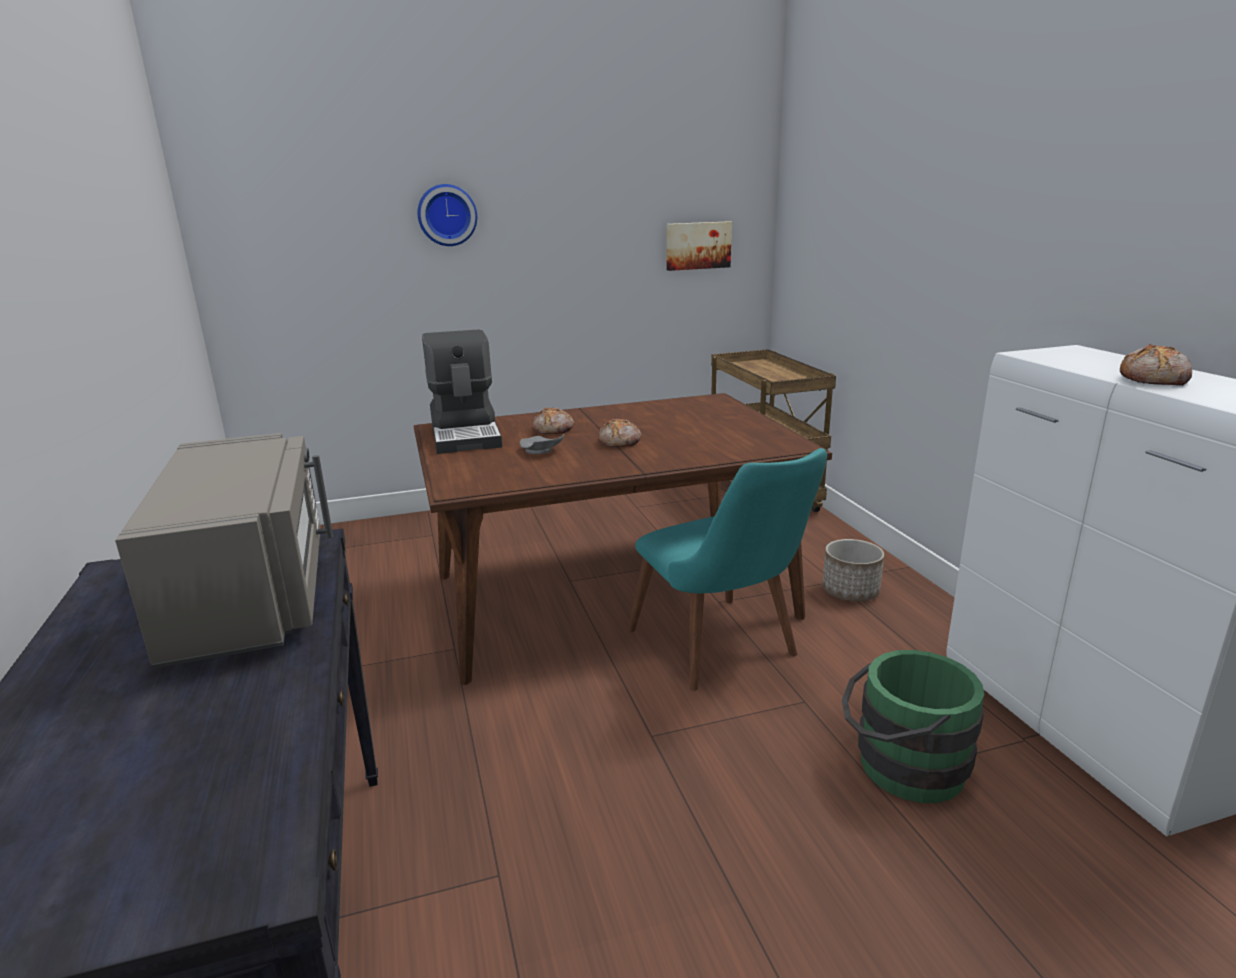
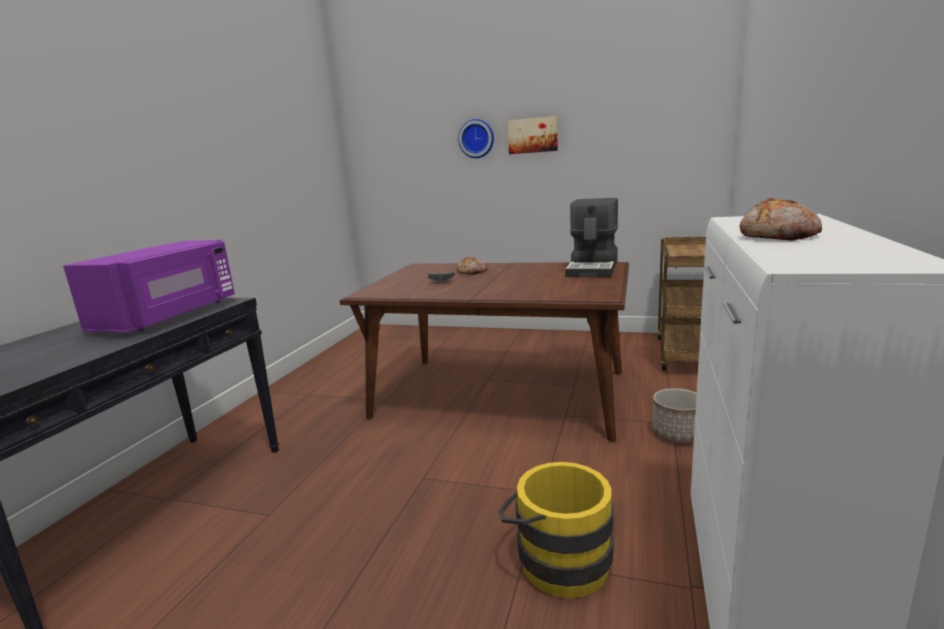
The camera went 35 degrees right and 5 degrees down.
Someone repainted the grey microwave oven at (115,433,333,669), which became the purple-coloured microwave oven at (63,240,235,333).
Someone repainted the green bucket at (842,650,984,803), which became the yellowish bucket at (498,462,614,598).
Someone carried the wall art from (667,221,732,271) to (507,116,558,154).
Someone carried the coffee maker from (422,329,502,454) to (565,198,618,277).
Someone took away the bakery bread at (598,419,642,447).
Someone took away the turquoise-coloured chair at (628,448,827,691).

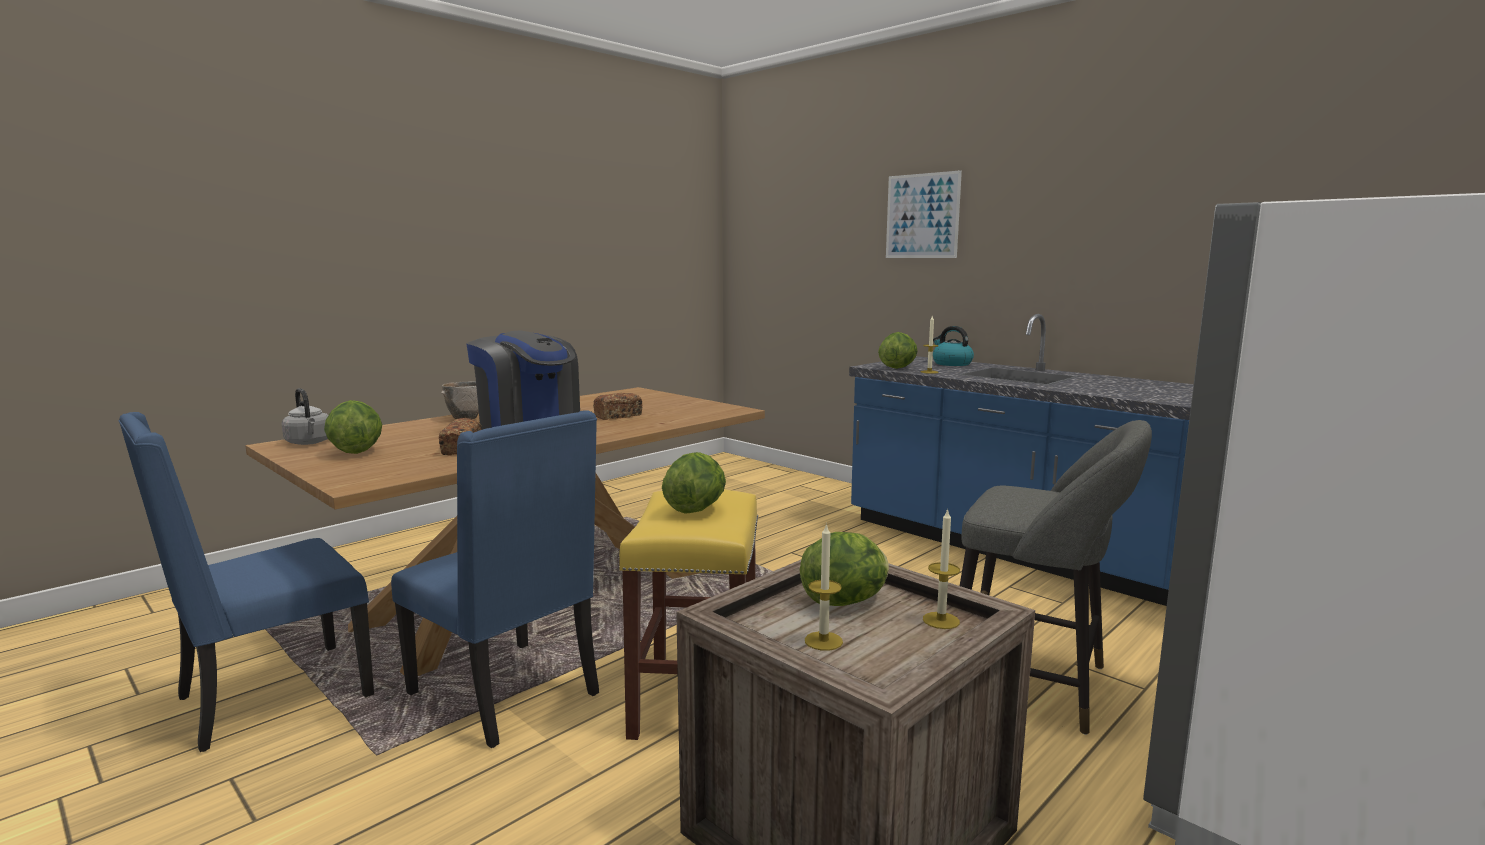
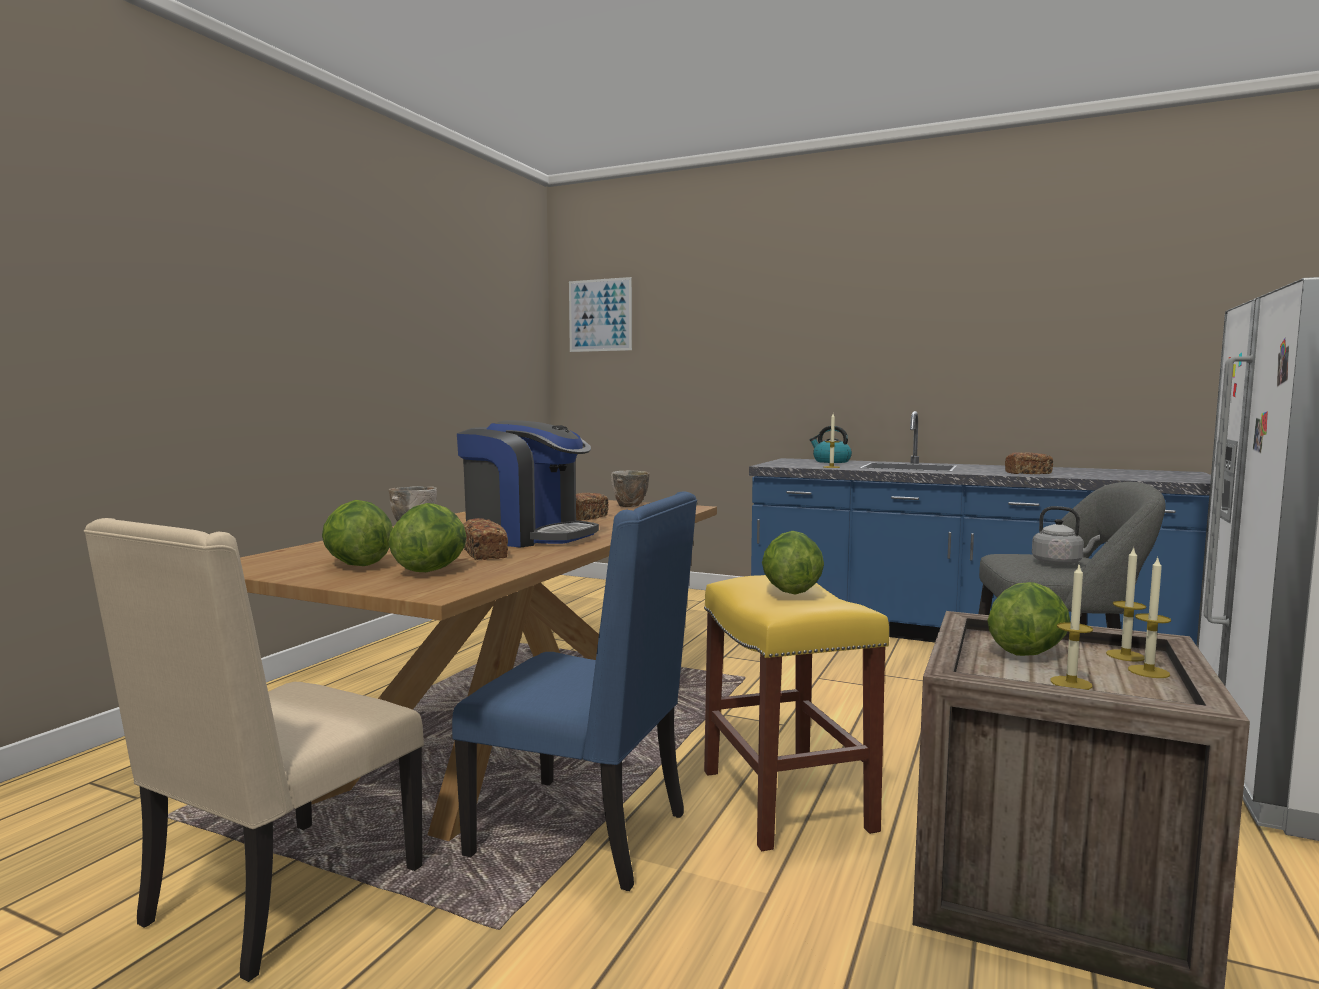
The camera went 20 degrees left and 5 degrees down.
Someone repainted the blue chair at (119,412,374,752), which became the beige-coloured chair at (84,518,424,982).
Someone carried the head of lettuce from (878,332,917,369) to (388,503,467,572).
Someone carried the wall art from (886,170,962,258) to (569,277,632,352).
Someone put down the bowl at (611,470,650,507).
Someone put down the bakery bread at (1005,452,1053,474).
Someone carried the grey tea kettle from (282,388,328,445) to (1032,506,1100,565).
Someone put down the wax candle at (1128,557,1171,678).

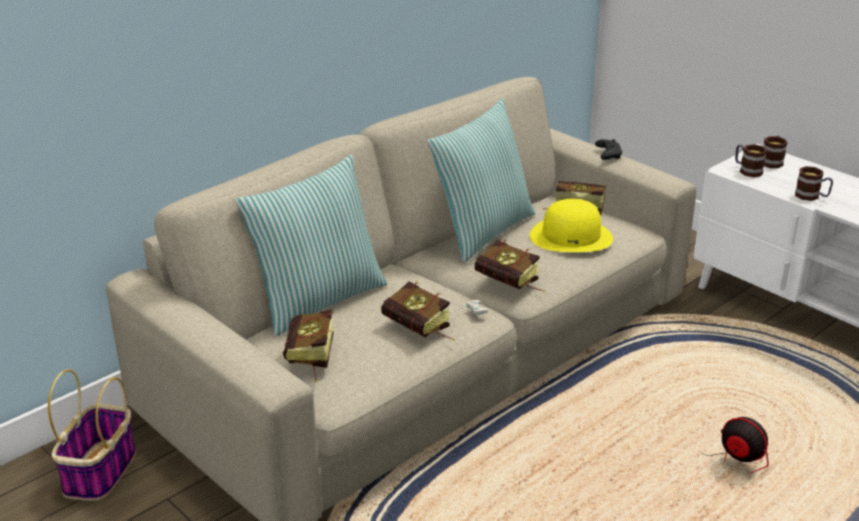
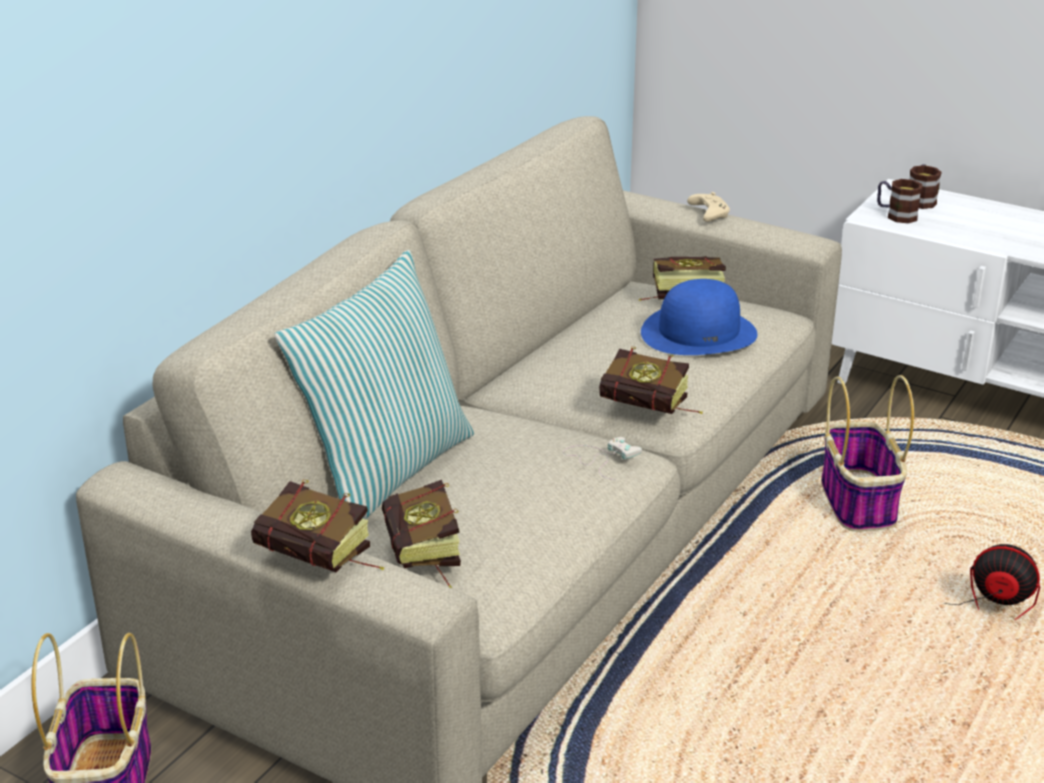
The camera went 15 degrees left and 0 degrees up.
Someone carried the bound book from (381,281,455,341) to (251,479,385,572).
Someone repainted the yellowish wearable hat at (530,199,613,252), which became the blue wearable hat at (641,279,757,355).
Someone repainted the black-coloured gamepad at (595,139,622,160), which became the beige-coloured gamepad at (687,192,730,222).
Someone put down the household basket at (821,375,914,532).
Someone took away the throw pillow at (427,98,535,263).
Someone took away the coffee mug at (795,166,833,201).

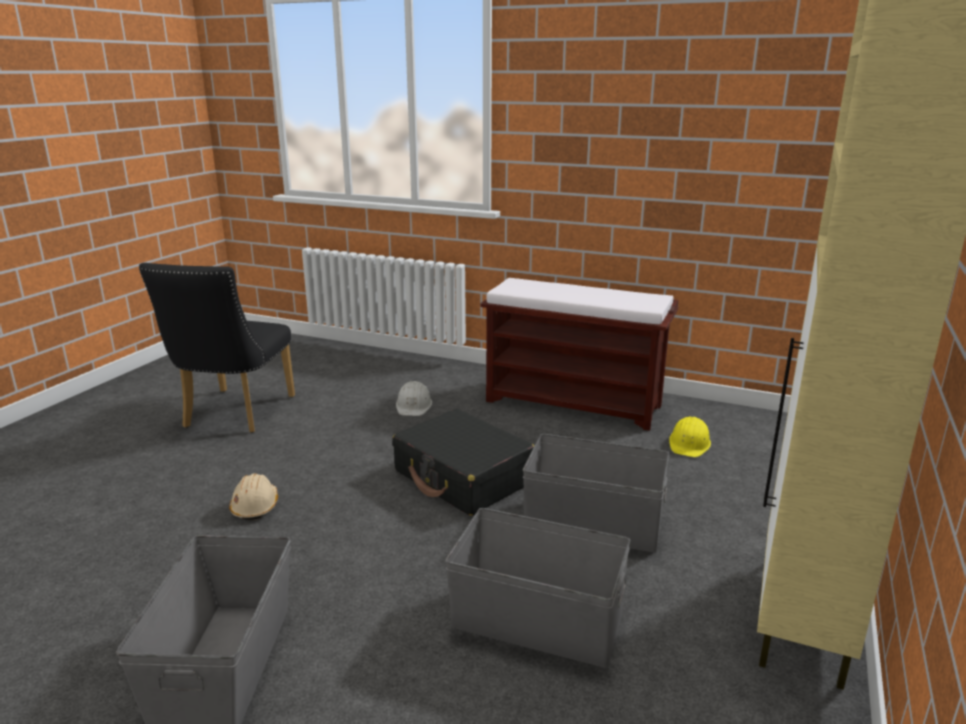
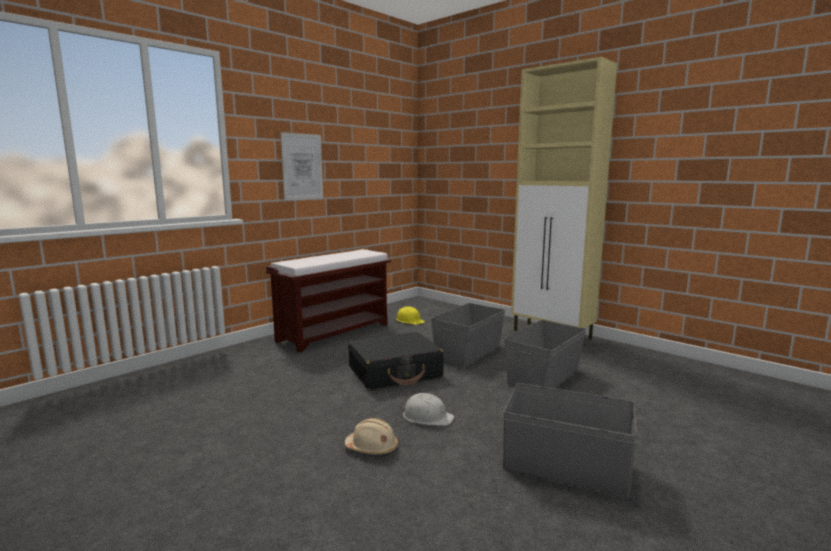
The camera went 70 degrees left and 10 degrees down.
Someone put up the wall art at (280,132,323,200).
Someone carried the white hard hat from (396,381,432,416) to (400,393,454,426).
Someone took away the black-coloured chair at (139,263,295,433).

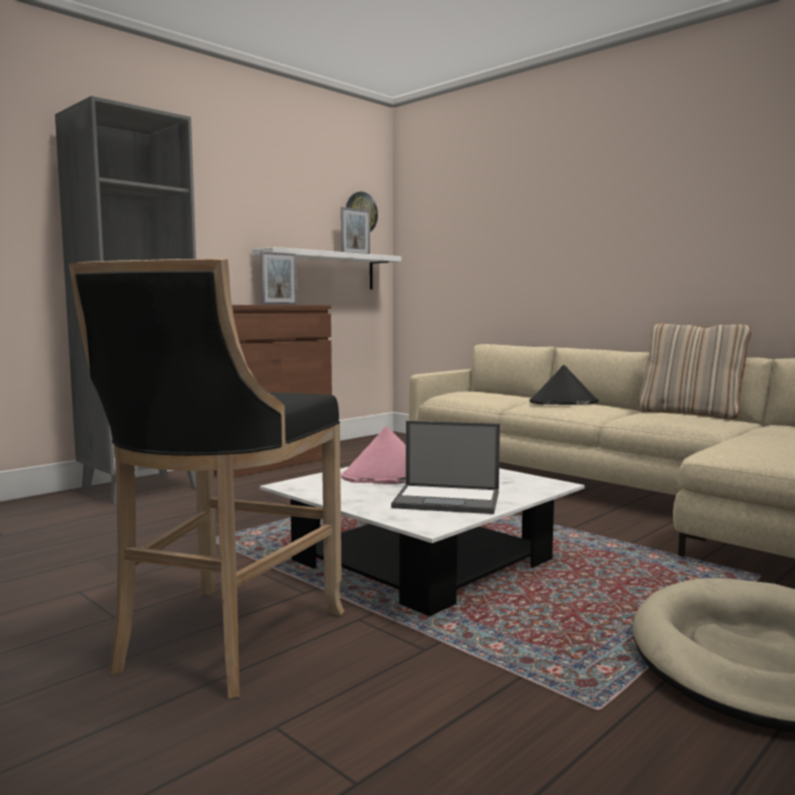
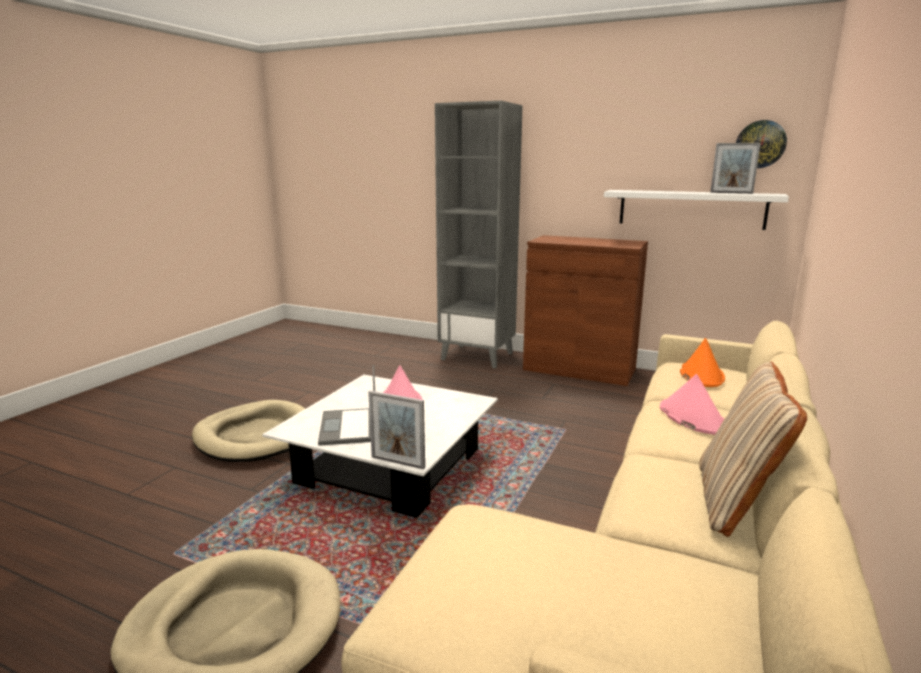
The camera went 70 degrees right and 10 degrees up.
Someone swapped the black-coloured sitting stool at (69,259,344,699) for the beige-coloured dog bed at (192,400,305,462).
Someone carried the photo frame from (260,251,297,305) to (368,391,425,469).
Someone repainted the black-coloured wearable hat at (529,365,599,405), which became the pinkish wearable hat at (660,374,724,435).
Someone put down the orangey wearable hat at (680,338,725,387).

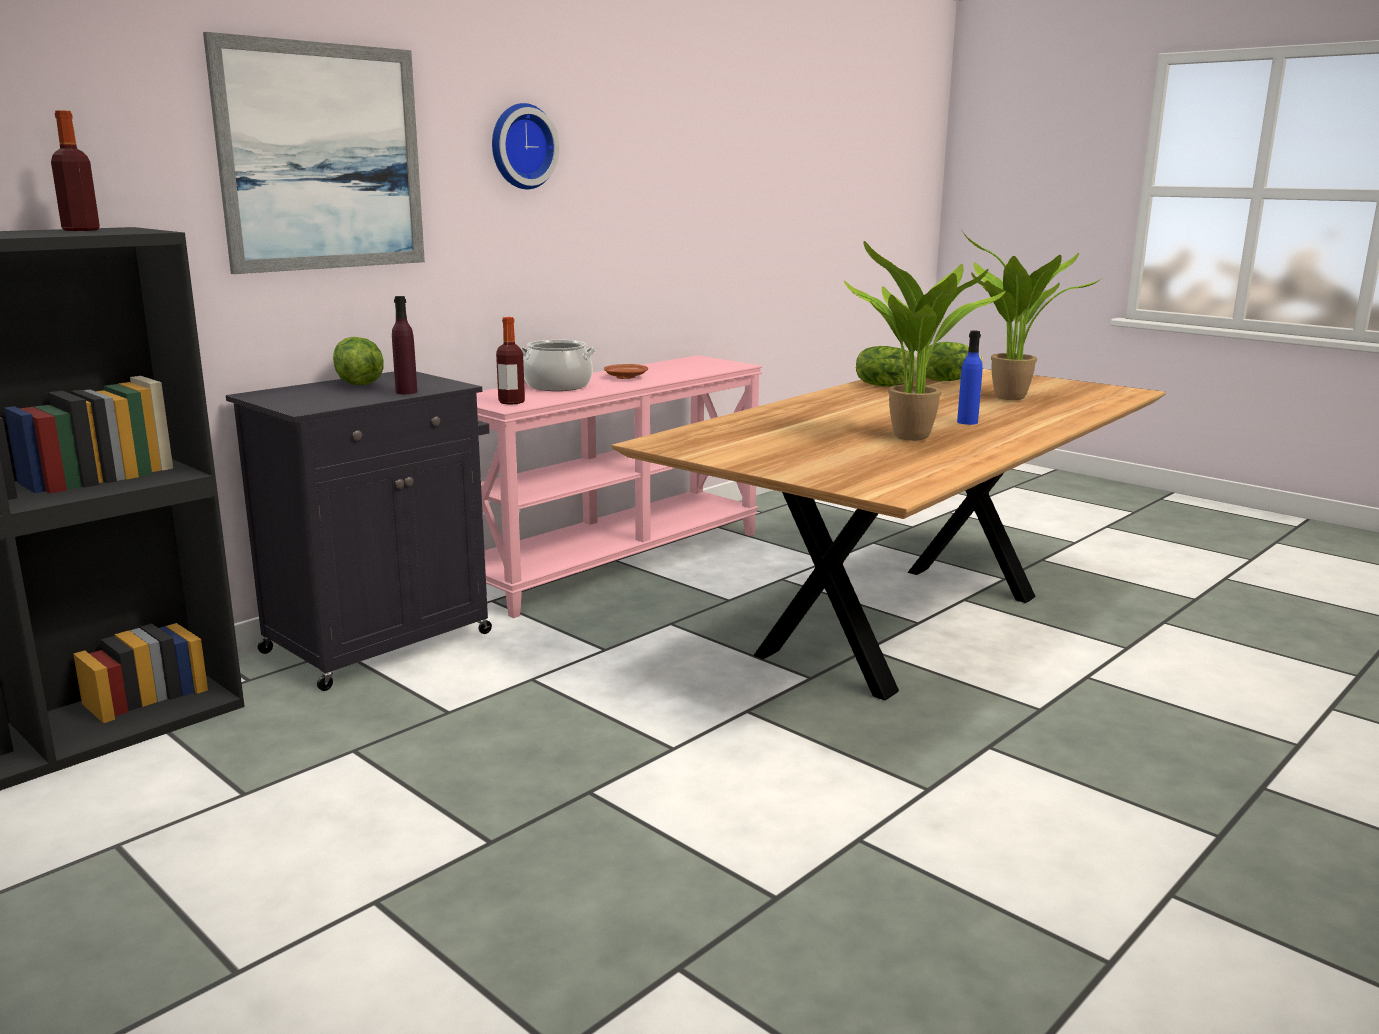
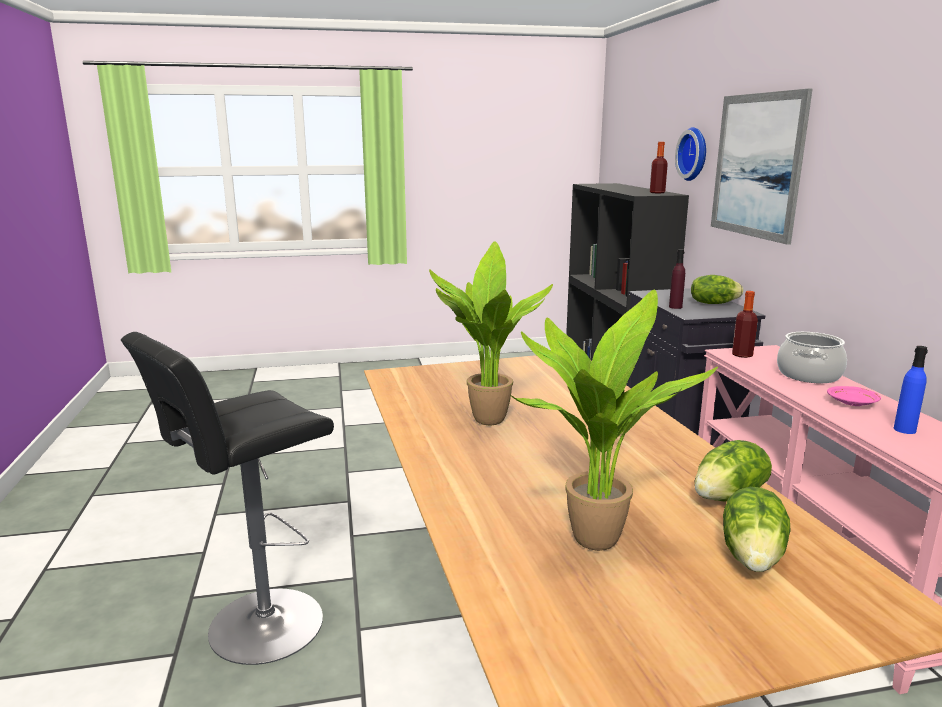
The camera went 125 degrees right and 0 degrees up.
Someone put down the black-coloured sitting stool at (121,332,334,665).
Someone carried the hanging clock from (492,103,559,189) to (675,127,706,181).
Someone repainted the brown-coloured flat dish at (604,364,648,379), which became the pinkish flat dish at (827,386,881,406).
Someone carried the blue drink bottle from (957,331,982,425) to (894,346,928,434).

